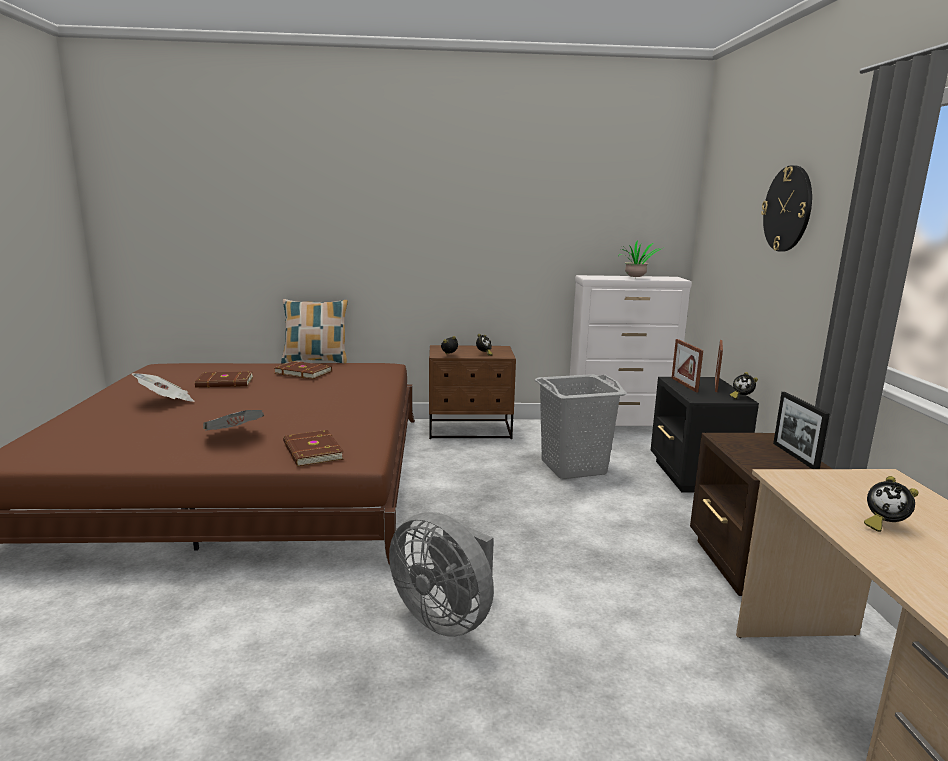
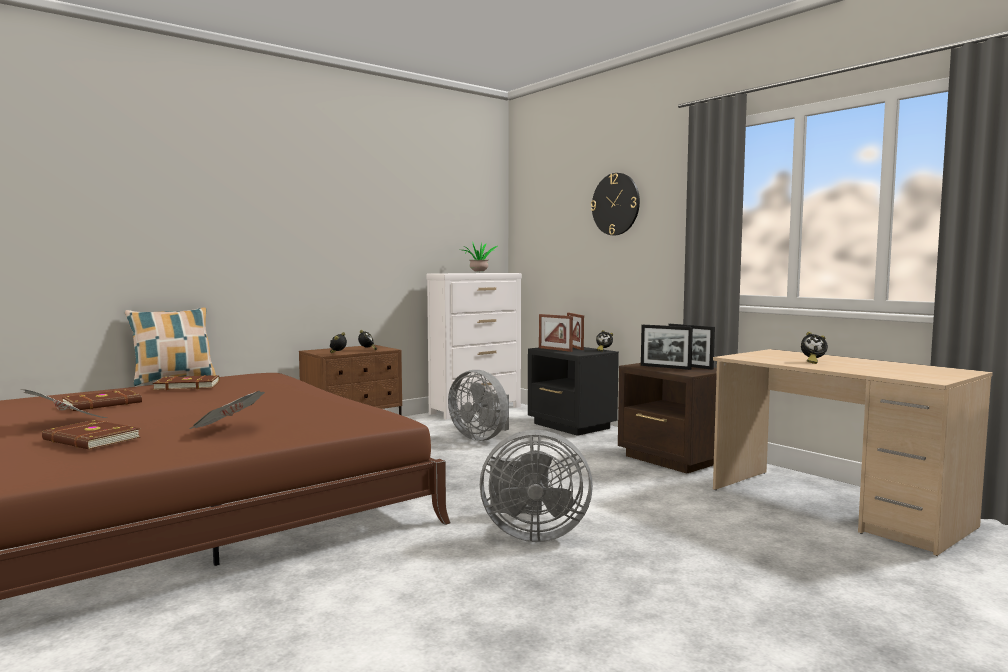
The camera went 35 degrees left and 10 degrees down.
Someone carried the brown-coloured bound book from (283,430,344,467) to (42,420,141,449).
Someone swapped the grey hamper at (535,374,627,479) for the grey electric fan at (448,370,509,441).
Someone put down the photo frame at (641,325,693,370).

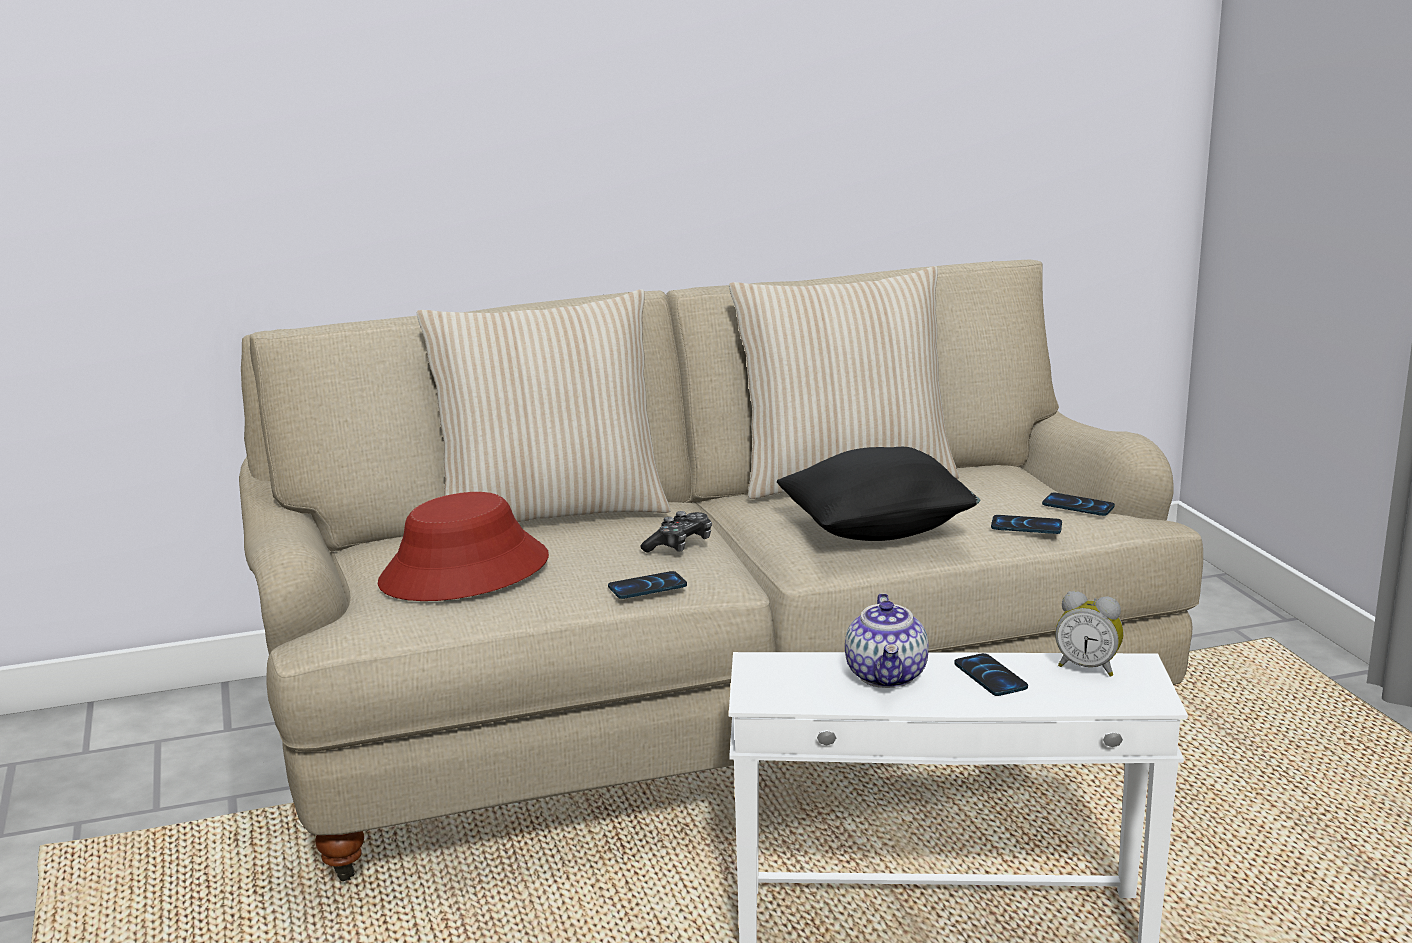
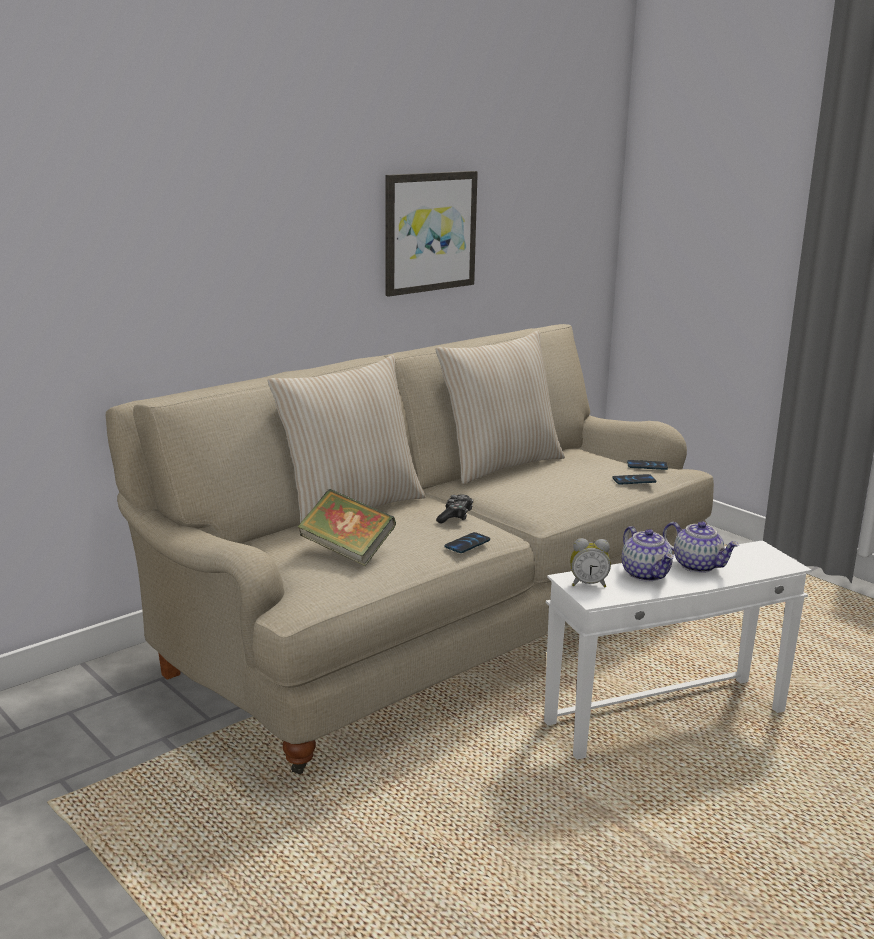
The camera went 25 degrees left and 0 degrees up.
Someone swapped the red wearable hat at (378,492,549,601) for the bound book at (298,489,396,566).
Someone put up the wall art at (386,171,478,297).
Someone carried the table clock from (1055,591,1123,677) to (570,538,611,587).
Someone swapped the telephone at (954,653,1028,696) for the pot for tea at (663,521,739,573).
Someone took away the black-coloured throw pillow at (777,447,980,541).

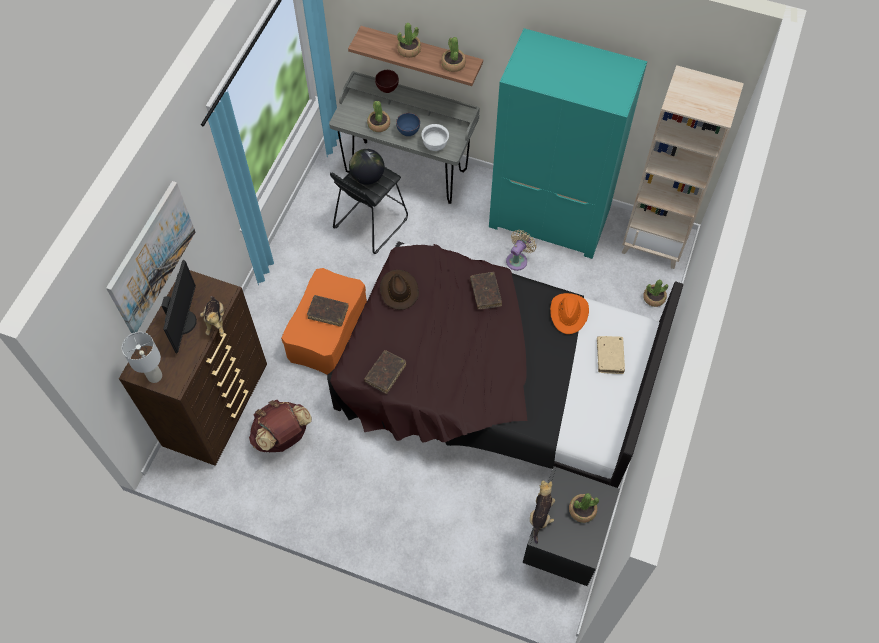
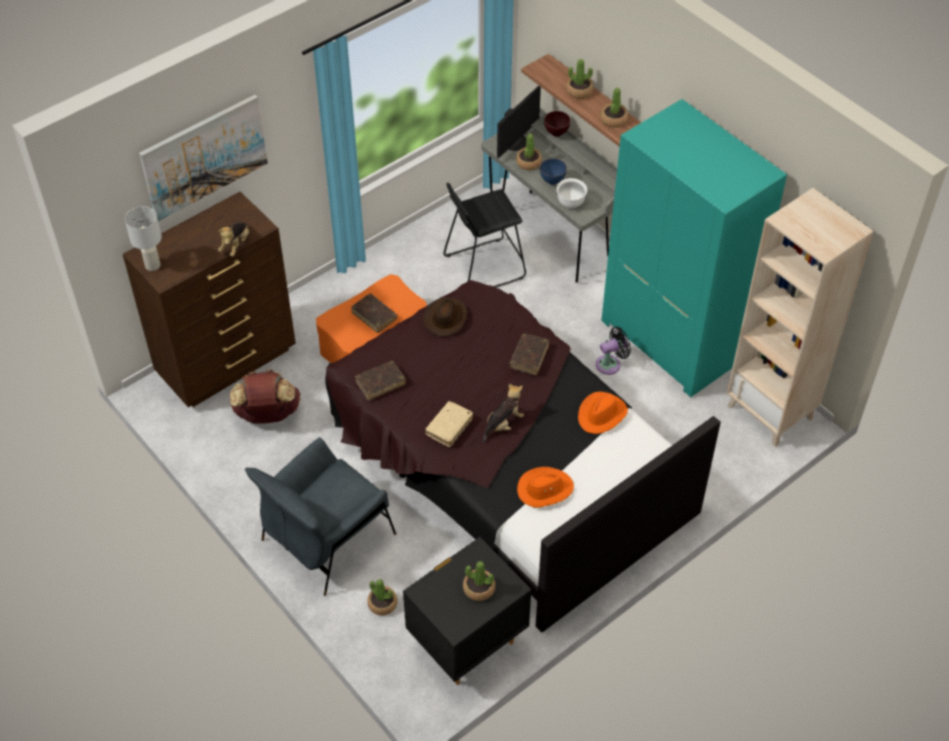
The camera went 30 degrees right and 10 degrees down.
Someone put down the grey lounge chair at (245,437,396,596).
Someone carried the potted plant from (643,279,669,307) to (367,579,398,615).
Someone carried the beige-coloured bound book from (597,336,625,374) to (425,401,473,447).
Someone carried the cuddly toy from (530,481,555,544) to (483,384,524,443).
Someone carried the monitor from (161,260,197,353) to (497,86,541,158).
Someone put down the orangey wearable hat at (517,467,574,508).
Someone repainted the beige-coloured electric fan at (506,230,537,271), which became the black-coloured electric fan at (596,327,631,375).
Someone took away the desk globe at (349,149,384,185).

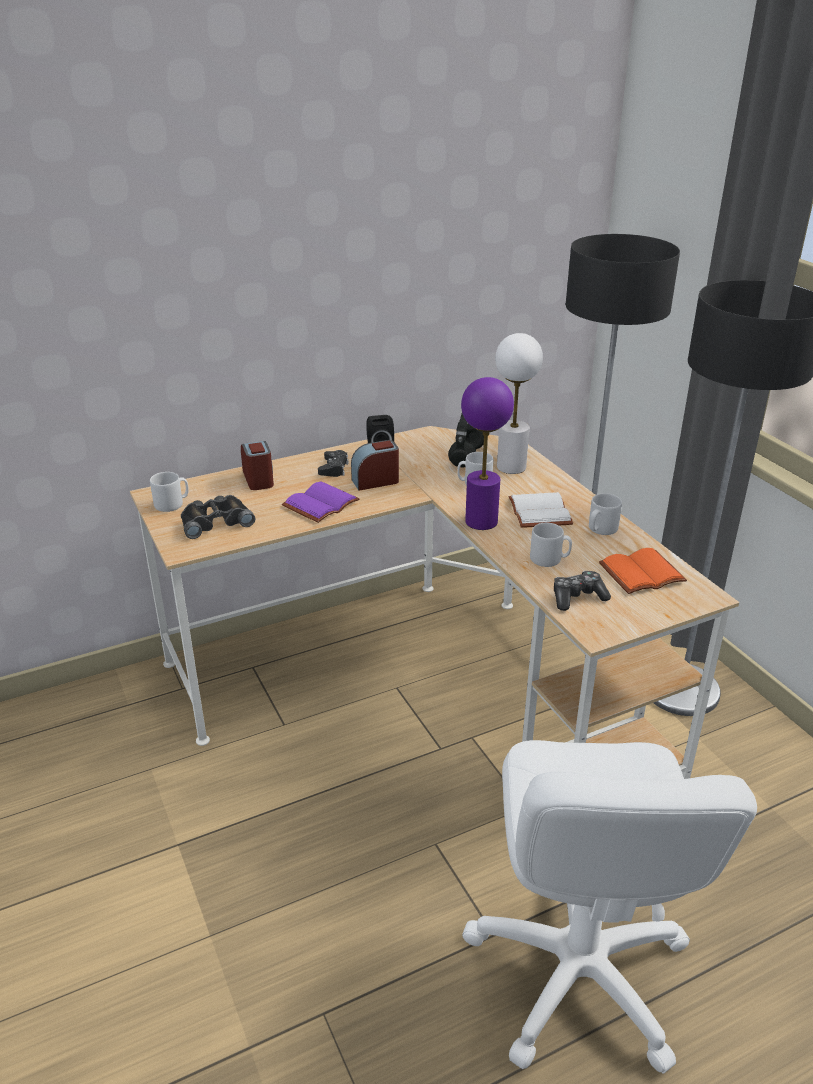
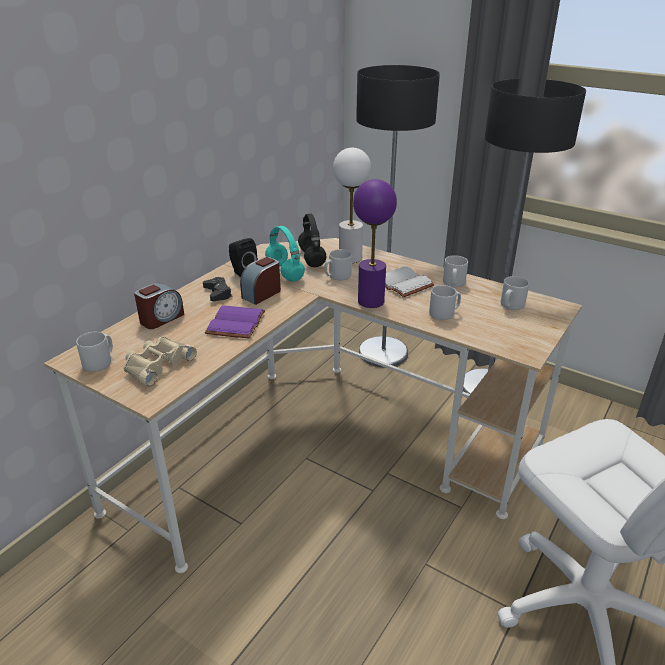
The camera went 30 degrees left and 0 degrees up.
Someone repainted the black-coloured binoculars at (181,495,255,539), which became the beige-coloured binoculars at (123,337,197,387).
Someone rotated the table clock at (241,441,274,490) by 90 degrees clockwise.
Someone put down the turquoise-coloured pair of headphones at (265,226,305,281).
Someone swapped the orangey bound book at (599,548,687,594) for the grey coffee mug at (501,276,529,310).
Someone took away the gamepad at (554,571,611,611).

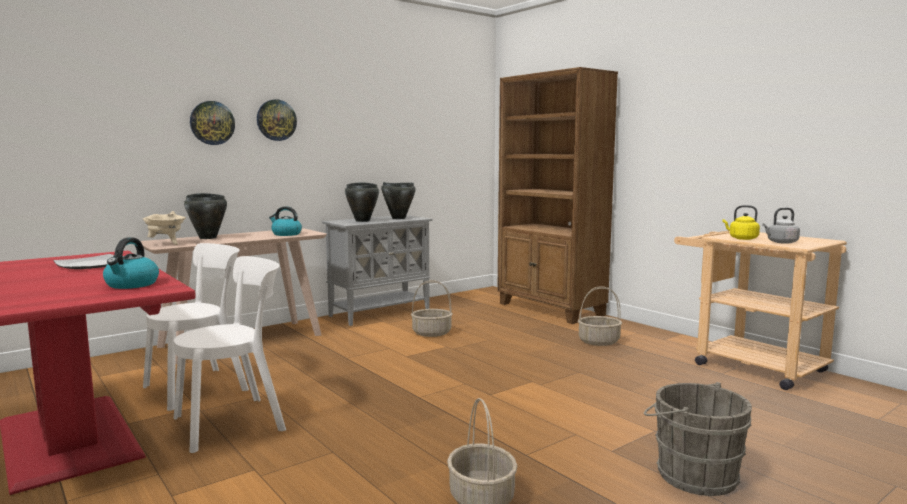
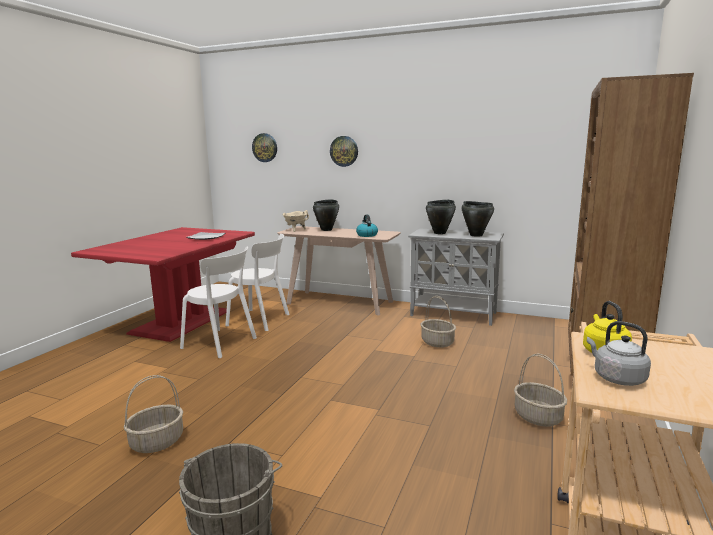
The camera went 60 degrees right and 5 degrees up.
Someone carried the hanging clock from (257,99,297,141) to (252,133,277,162).
Someone took away the tea kettle at (103,237,159,289).

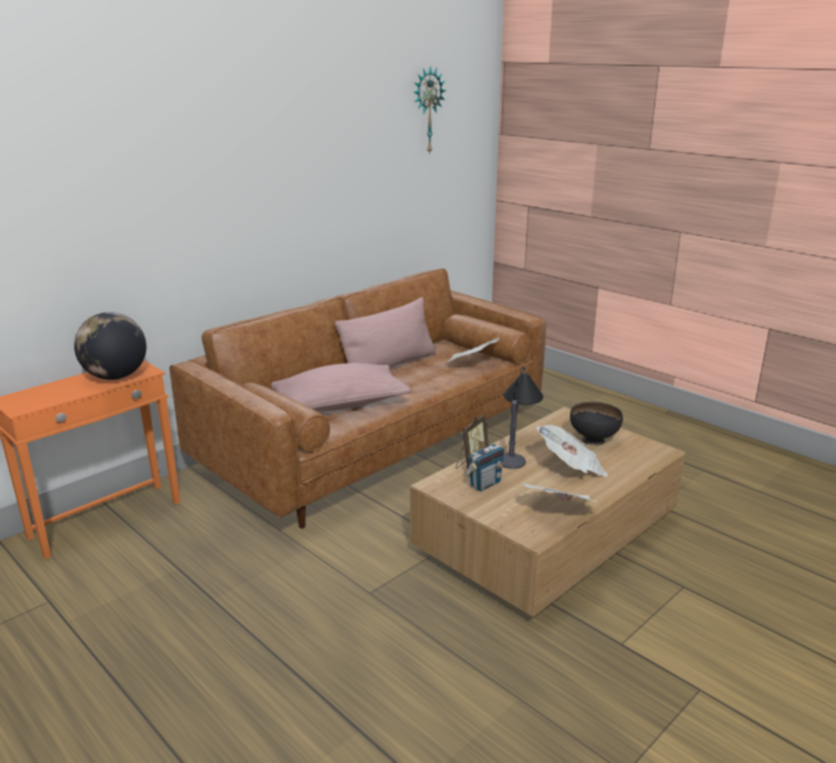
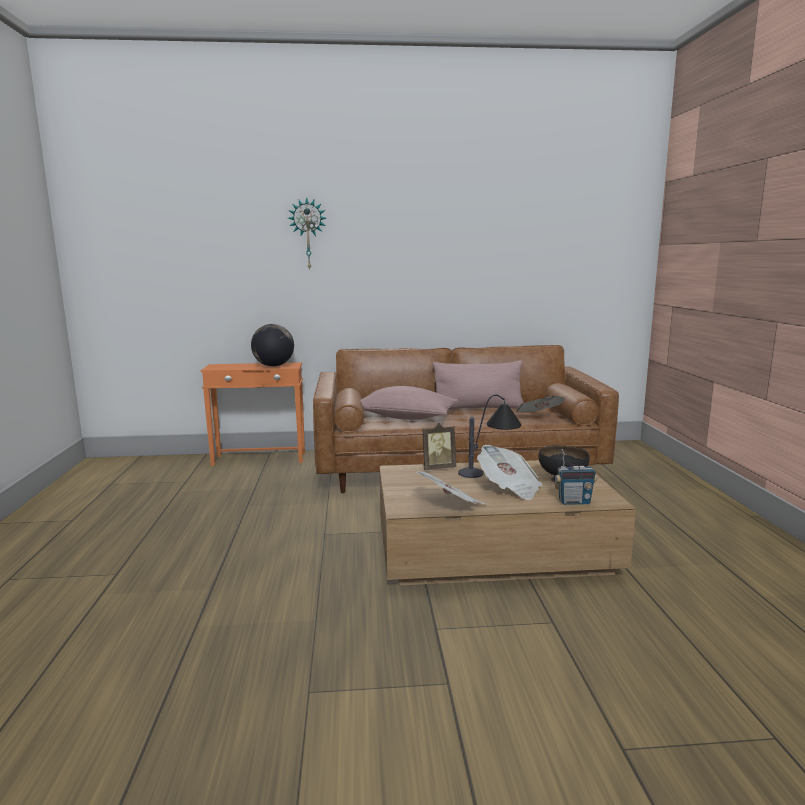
The camera went 40 degrees right and 10 degrees down.
Someone carried the hanging clock from (413,66,446,155) to (288,197,326,271).
Someone carried the radio receiver from (465,436,504,491) to (554,449,597,505).

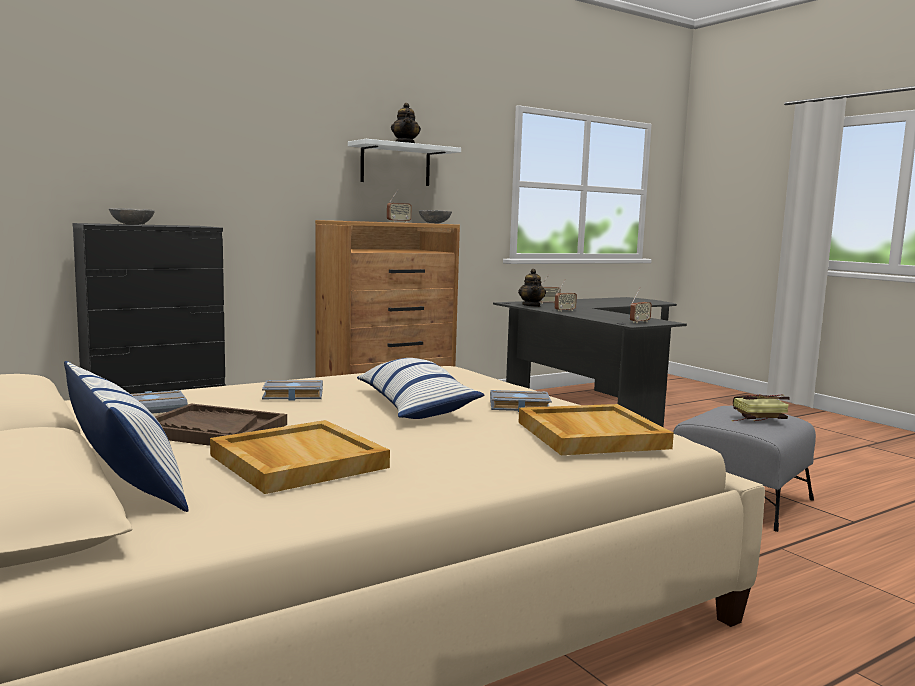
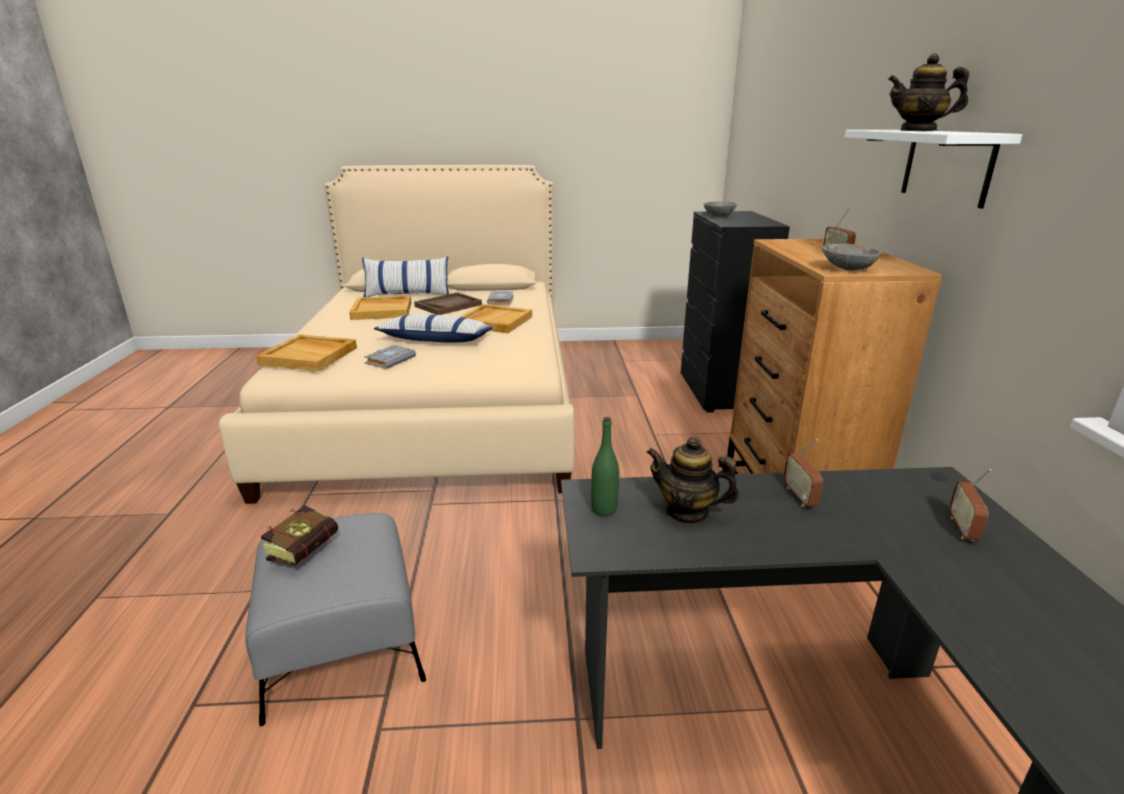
The camera went 120 degrees right and 15 degrees up.
Someone swapped the grey bound book at (262,380,323,401) for the beige-coloured carrying tray at (460,304,532,333).
Someone swapped the radio receiver at (630,288,652,323) for the green drink bottle at (591,417,619,516).
Someone carried the pot for tea from (518,269,546,307) to (646,437,739,525).

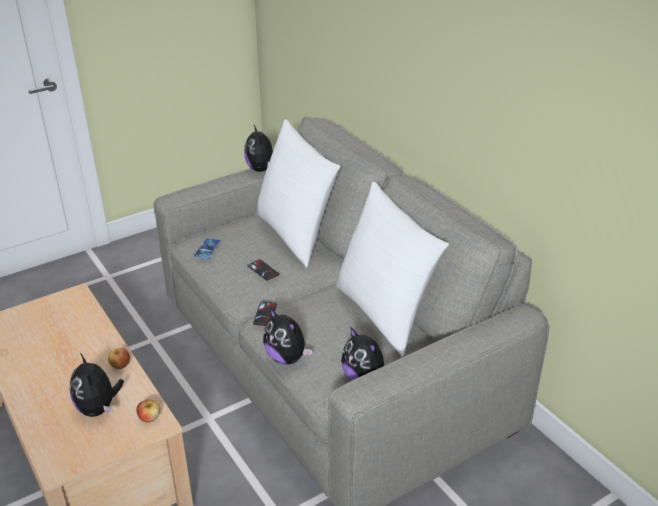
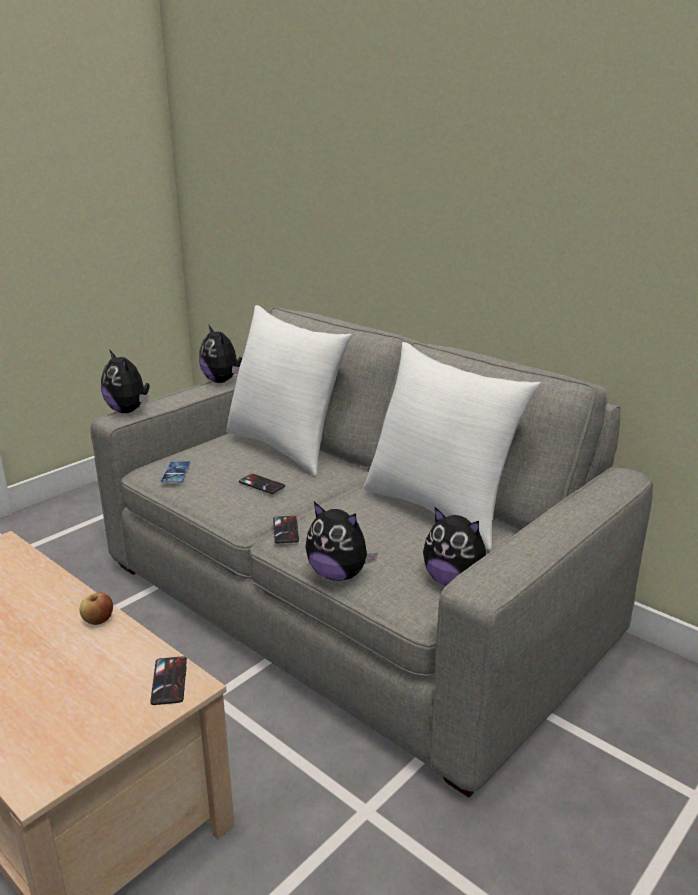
The camera went 15 degrees left and 10 degrees down.
Someone carried the cuddly toy from (70,353,124,417) to (101,349,149,413).
Someone swapped the whole apple at (136,400,160,423) for the telephone at (150,656,187,705).

